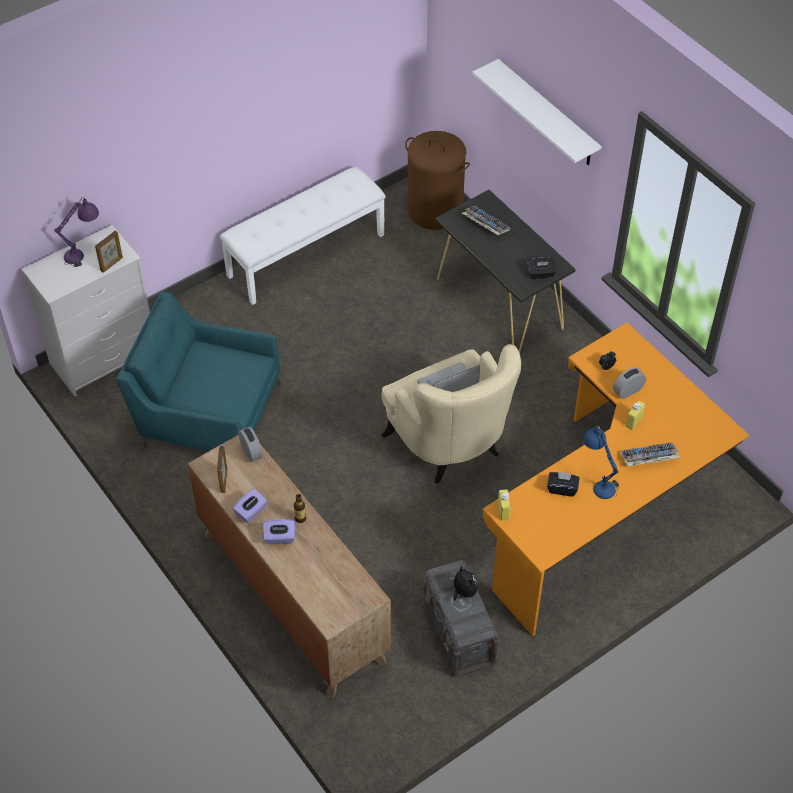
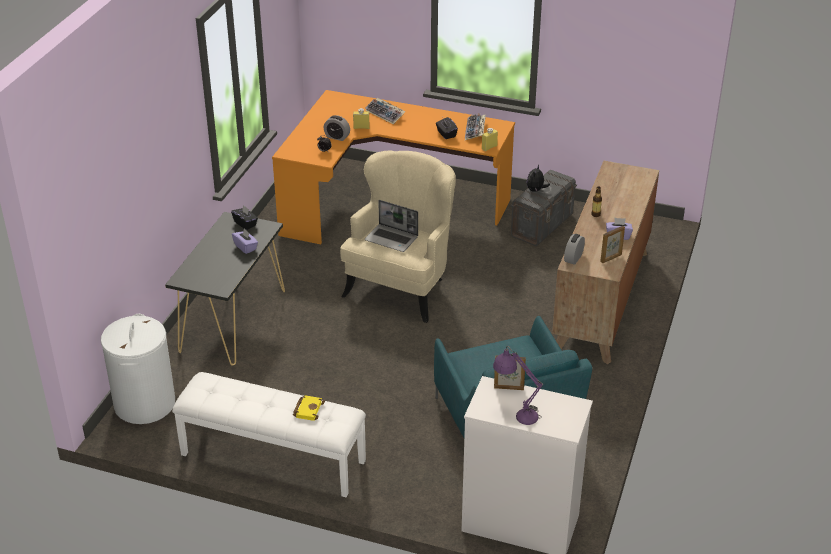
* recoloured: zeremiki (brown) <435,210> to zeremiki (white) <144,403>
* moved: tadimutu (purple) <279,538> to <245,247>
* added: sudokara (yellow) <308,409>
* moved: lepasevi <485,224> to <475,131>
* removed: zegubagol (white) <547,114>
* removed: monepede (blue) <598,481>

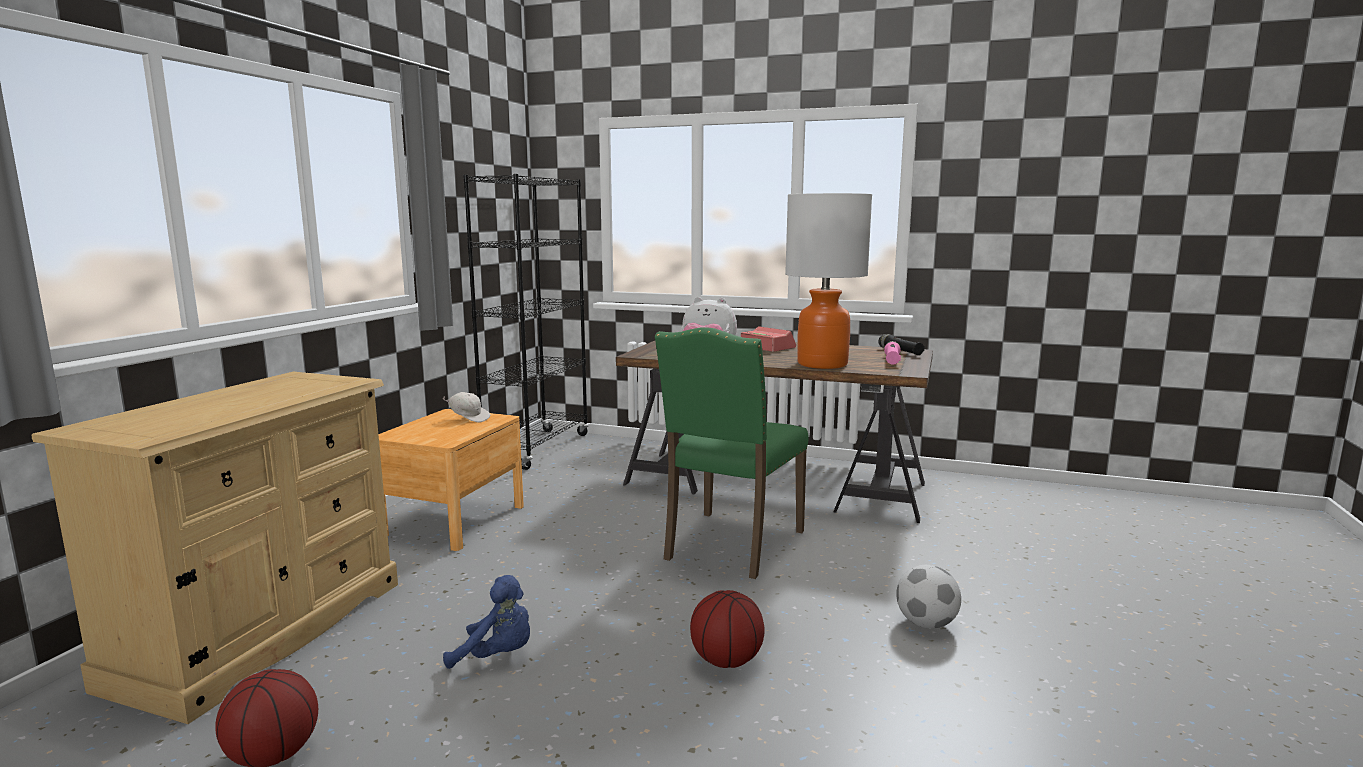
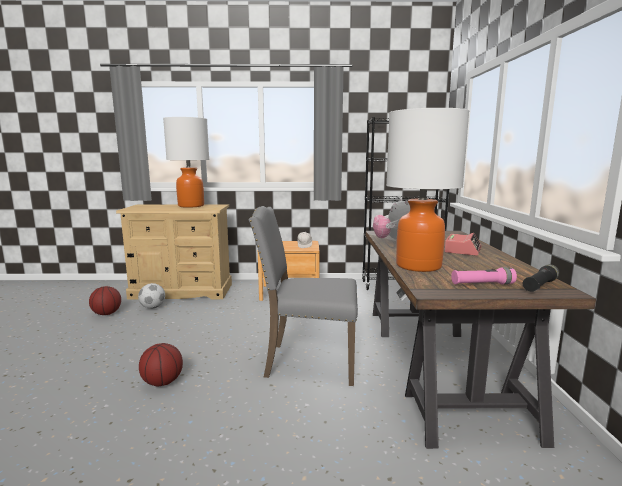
* moved: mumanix <925,624> to <153,307>
* added: monepede <191,206>
* recoloured: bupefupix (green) <731,545> to bupefupix (grey) <308,362>
* removed: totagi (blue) <497,656>

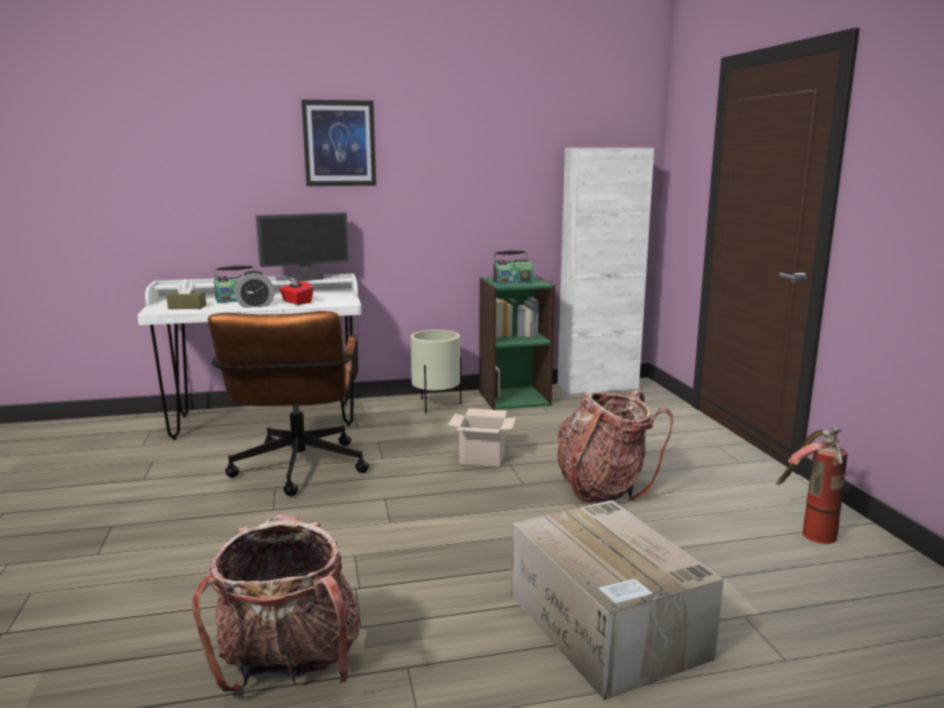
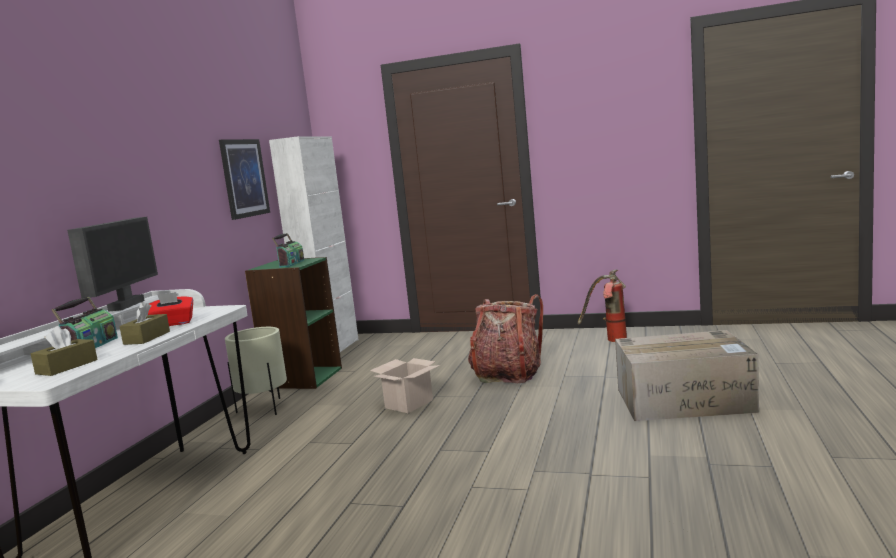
* replaced: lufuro <255,305> to tadimutu (brown) <147,338>
* moved: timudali <339,143> to <244,178>
* removed: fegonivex <289,666>
* removed: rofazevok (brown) <297,472>

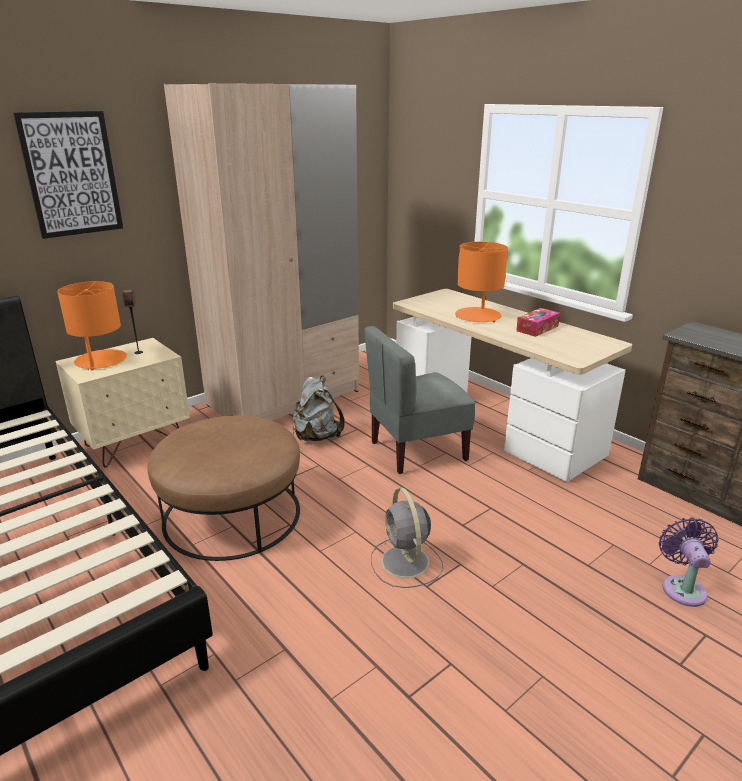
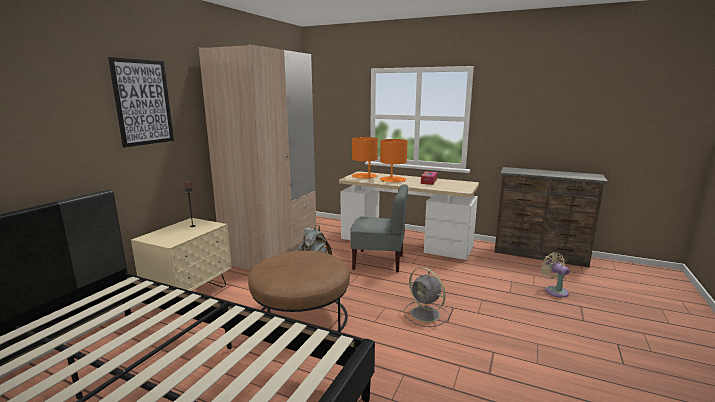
* turned: bupefupix (grey) <417,450> = <379,262> 120 degrees counterclockwise
* moved: monepede (orange) <100,361> to <364,176>
* recoloured: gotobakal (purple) <682,587> to gotobakal (beige) <554,290>

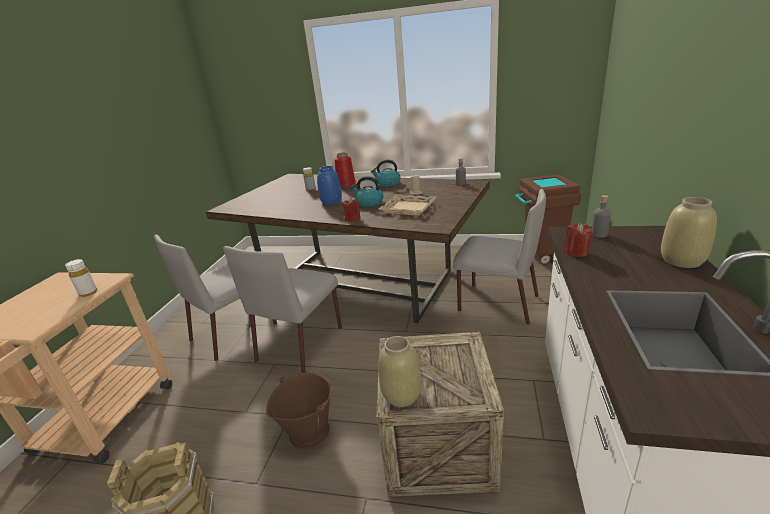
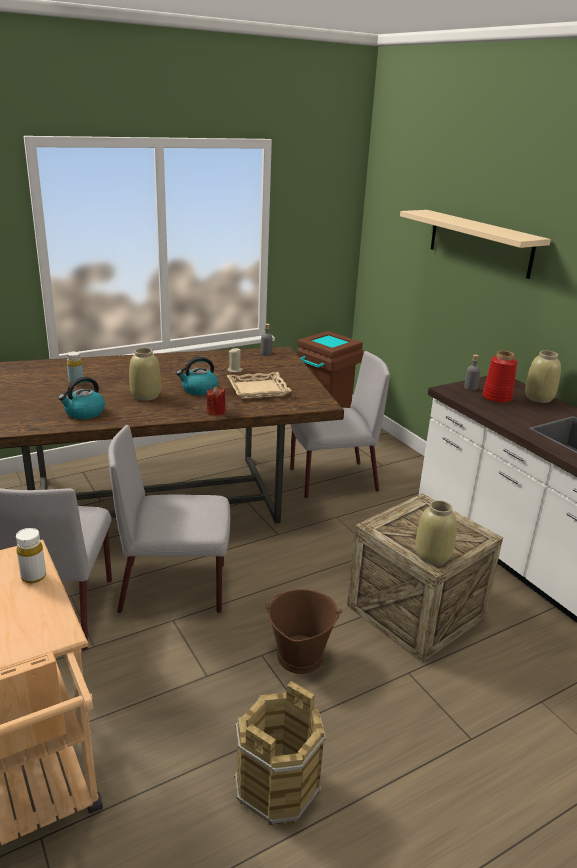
* moved: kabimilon <387,183> to <84,413>
* turned: bupefupix (grey) <301,343> = <175,588> 105 degrees clockwise
* recoloured: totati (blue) <331,202> to totati (beige) <145,396>
* added: zegubagol (beige) <480,243>
* moved: totati (red) <346,184> to <497,398>
* removed: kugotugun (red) <576,252>

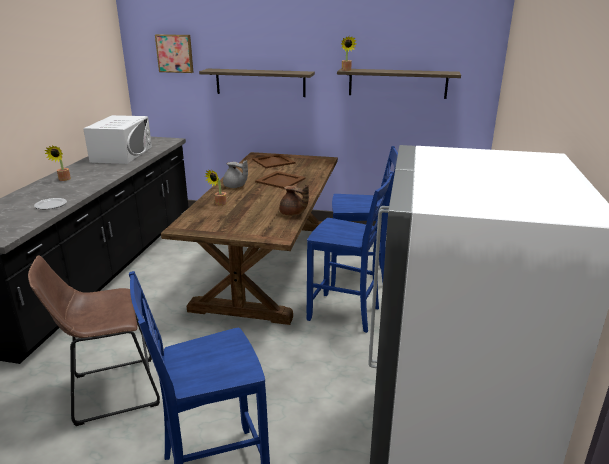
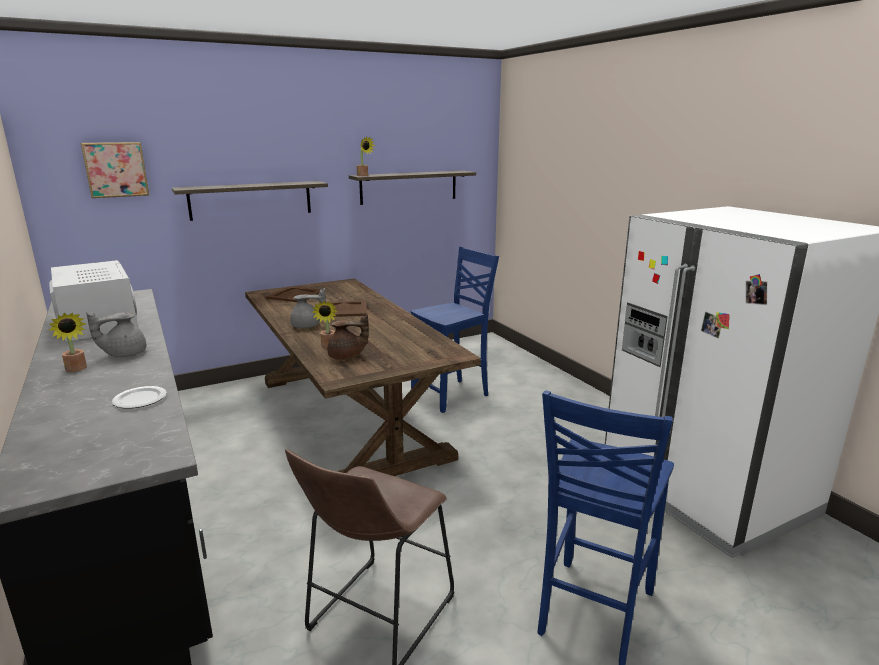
* added: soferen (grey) <124,354>
* moved: soferen (brown) <293,214> to <347,357>
* removed: bupefupix (blue) <345,314>

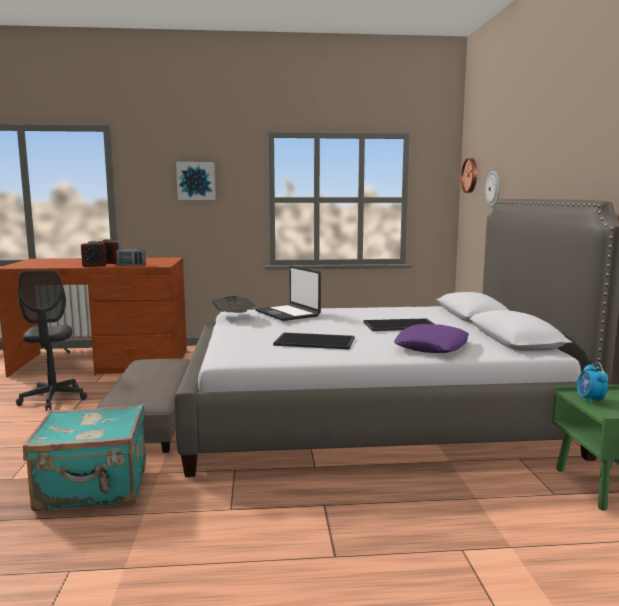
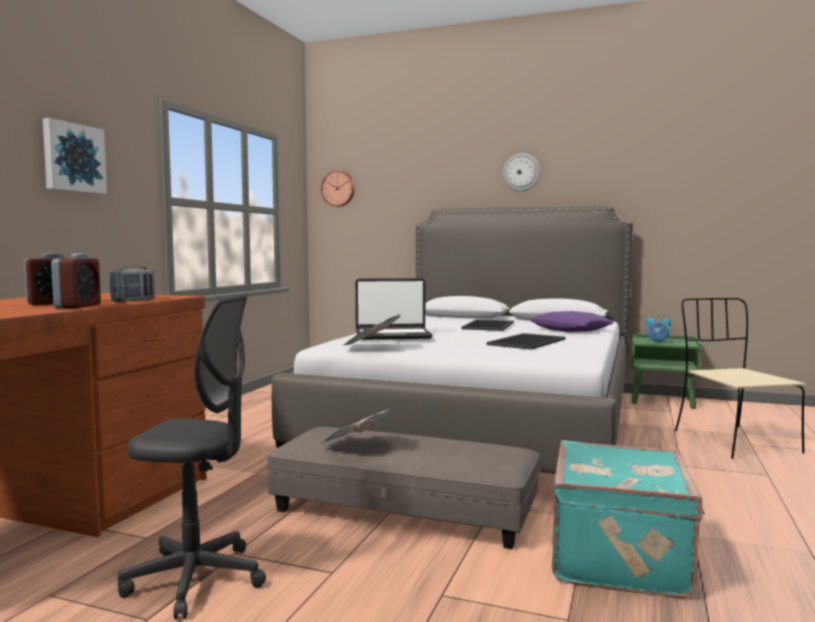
* added: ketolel <357,446>
* moved: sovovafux <493,189> to <521,172>
* added: bupefupix (beige) <733,441>

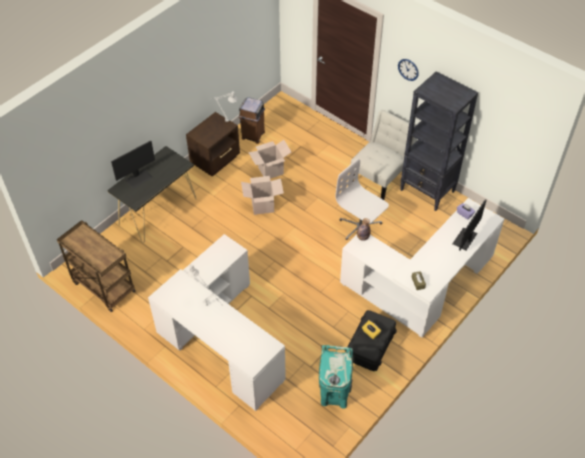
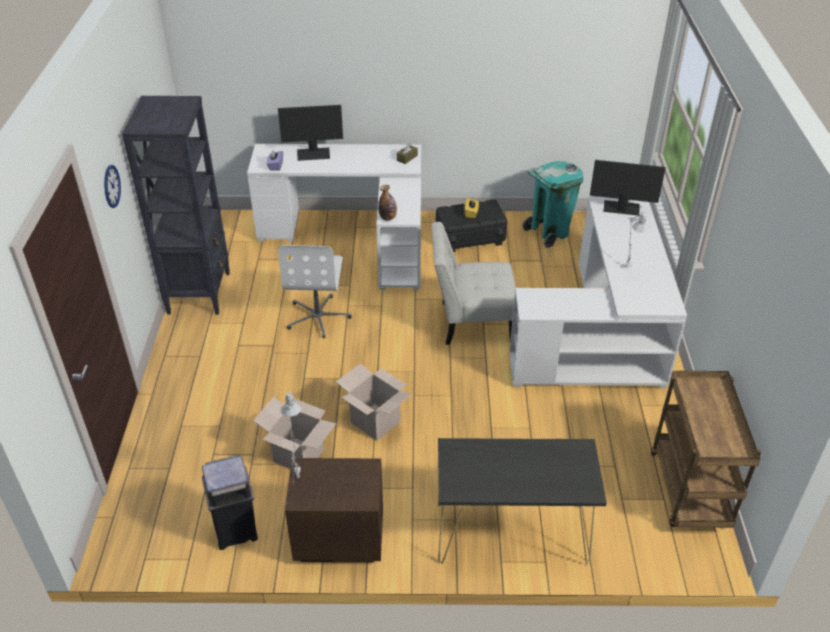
* moved: bupefupix (white) <380,177> to <471,322>
* moved: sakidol <139,178> to <621,208>

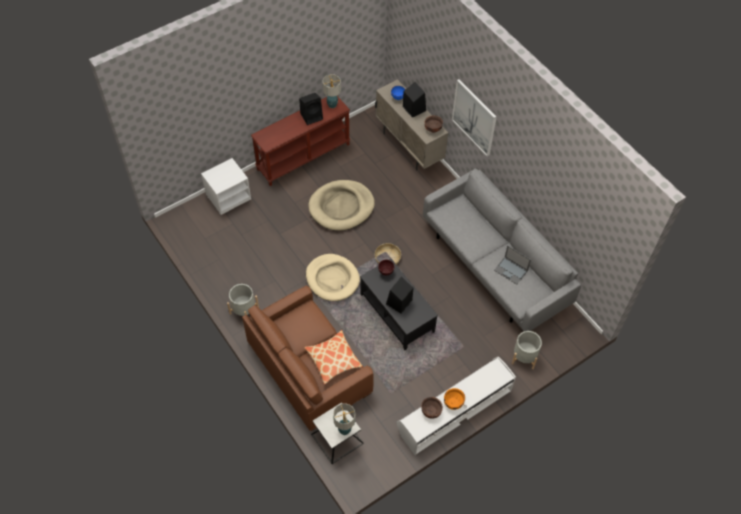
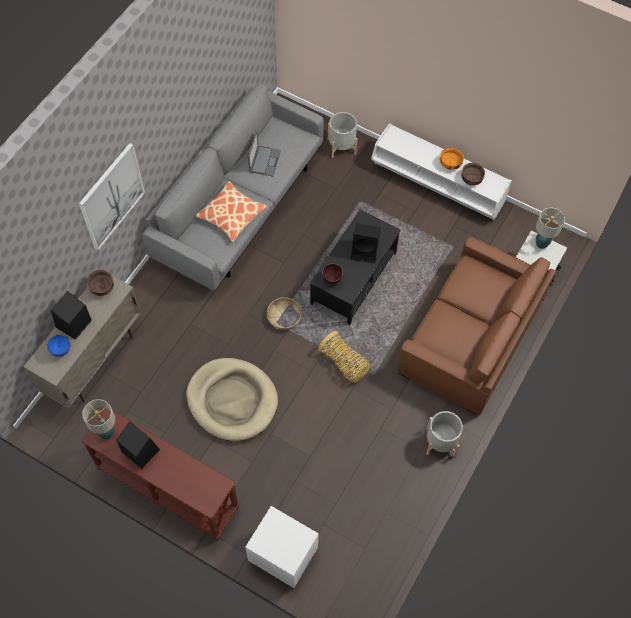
* moved: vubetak <333,359> to <231,215>
* replaced: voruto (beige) <332,279> to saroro <344,363>

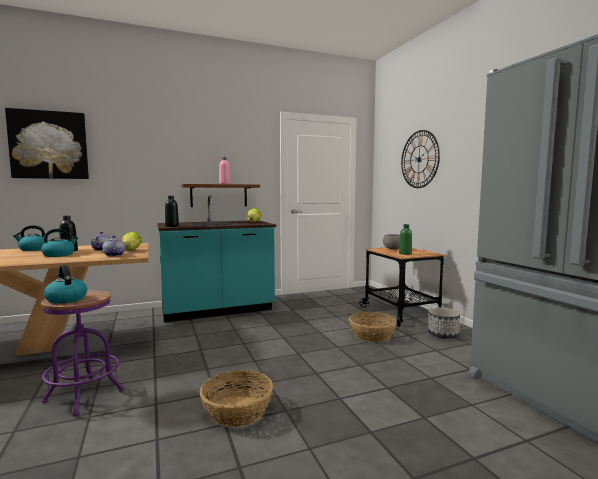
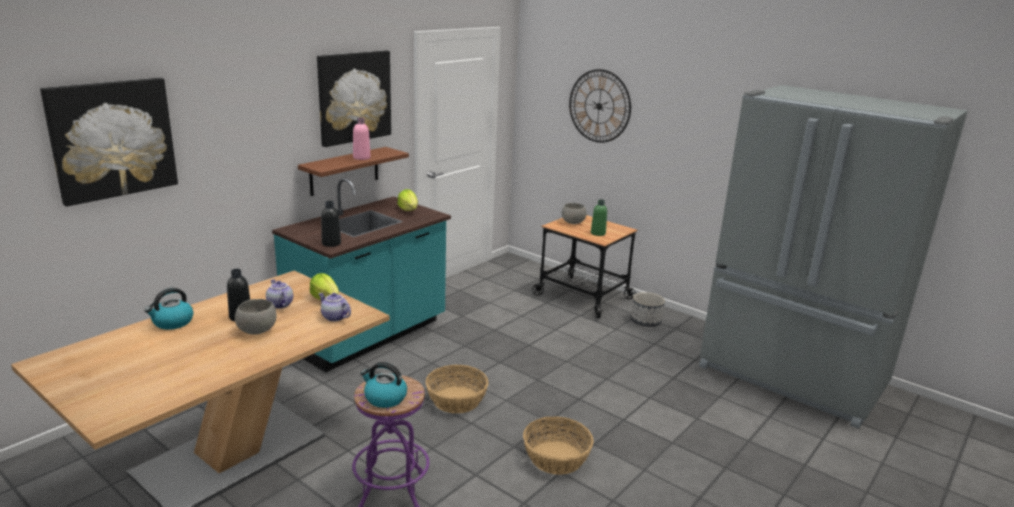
* replaced: kabimilon <59,255> to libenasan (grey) <256,331>
* added: timudali <354,97>
* moved: saroro <372,335> to <457,400>

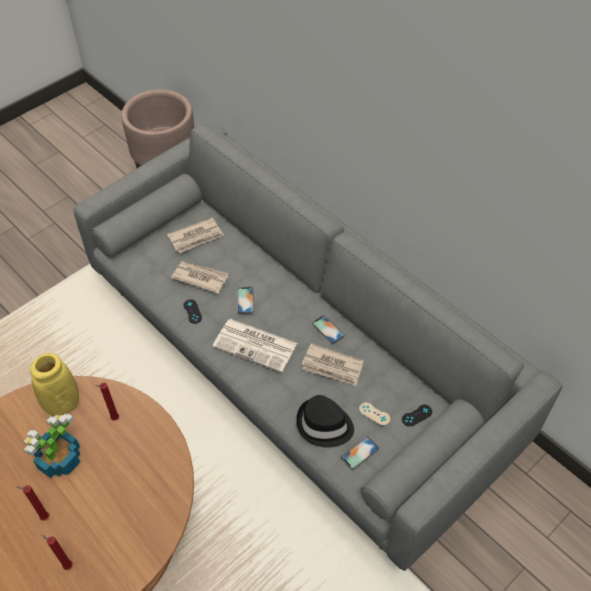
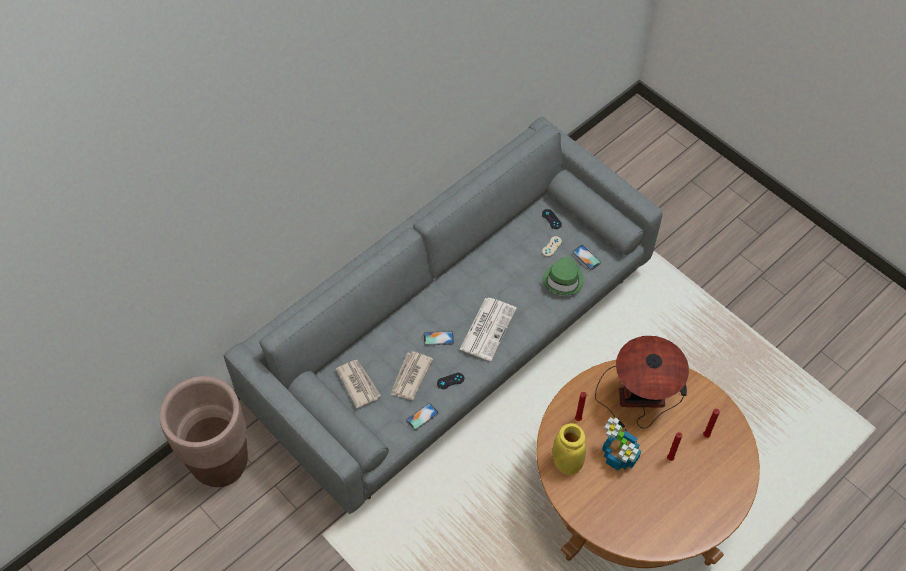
* moved: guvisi <328,329> to <422,417>
* recoloured: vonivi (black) <324,425> to vonivi (green) <563,279>
* added: monepede <640,396>
* removed: ketolel <332,367>

